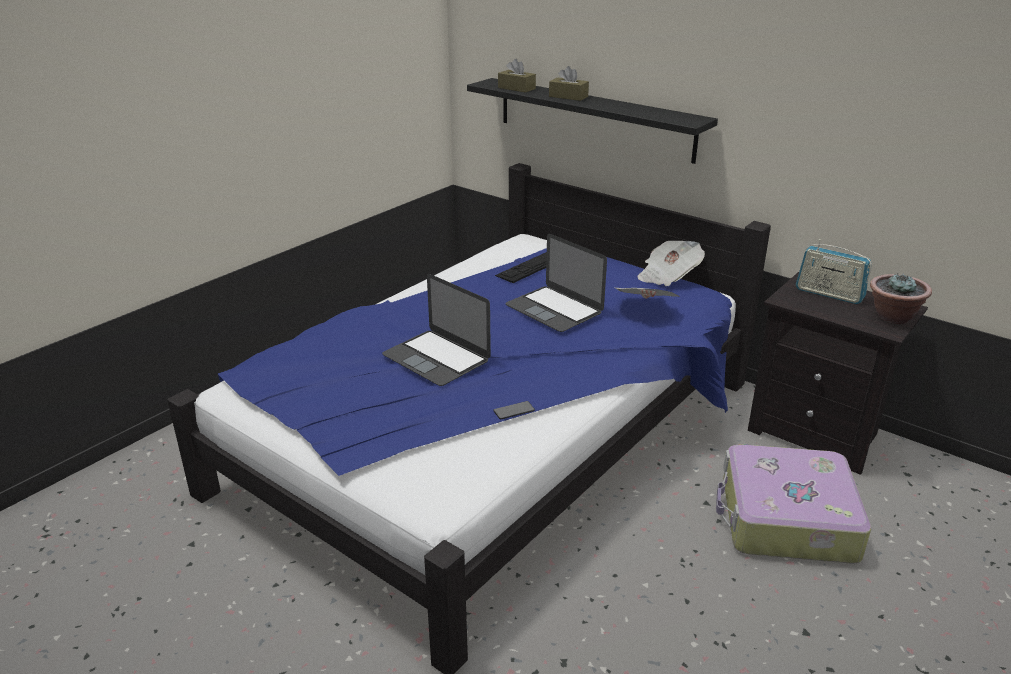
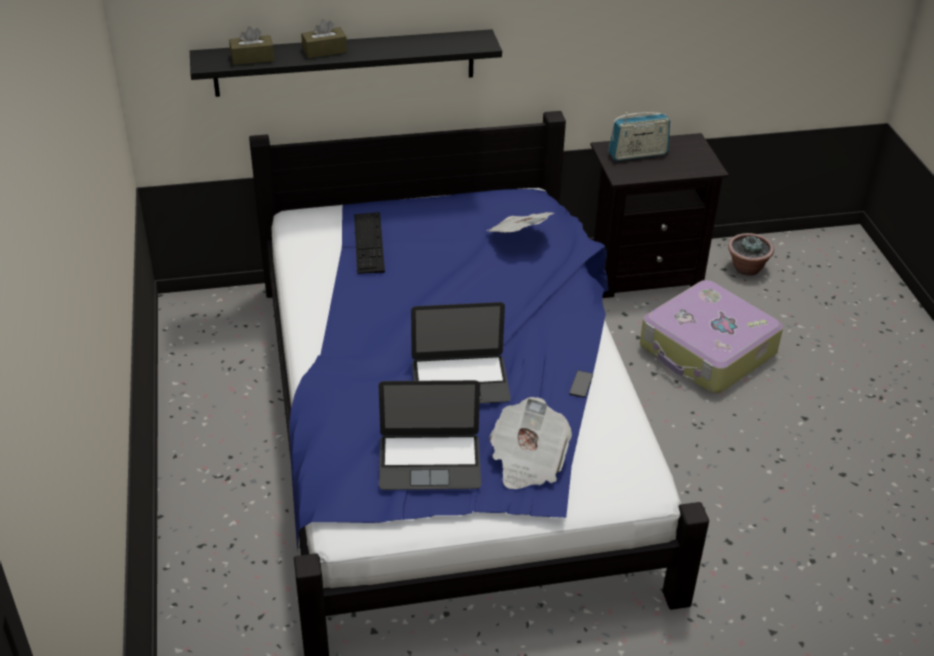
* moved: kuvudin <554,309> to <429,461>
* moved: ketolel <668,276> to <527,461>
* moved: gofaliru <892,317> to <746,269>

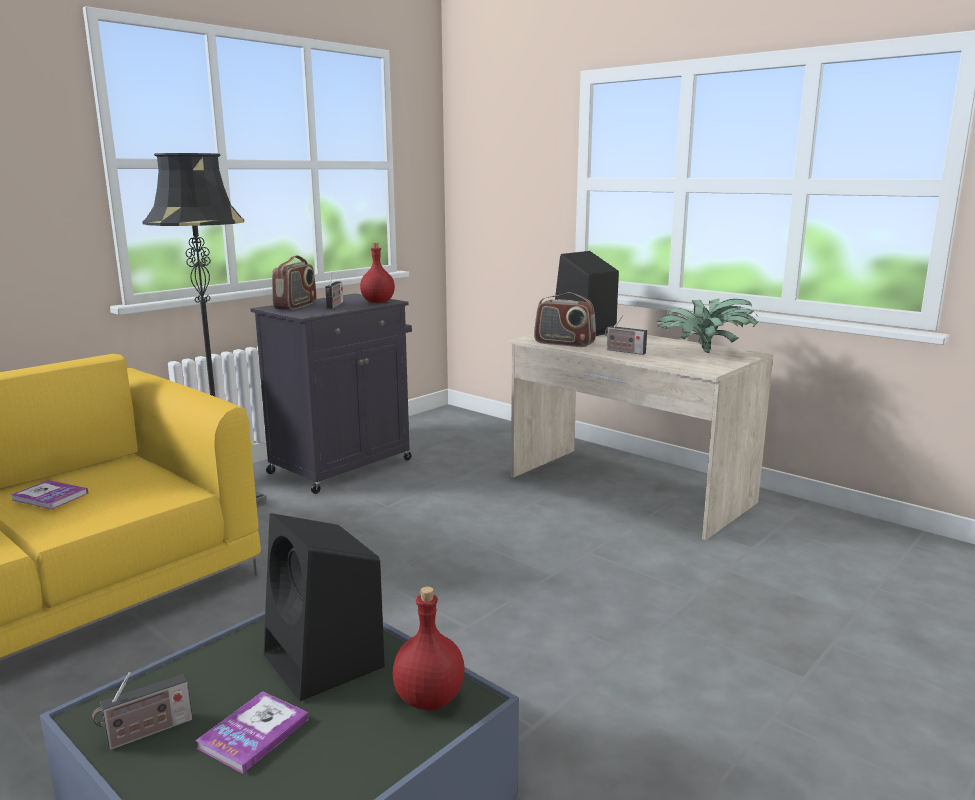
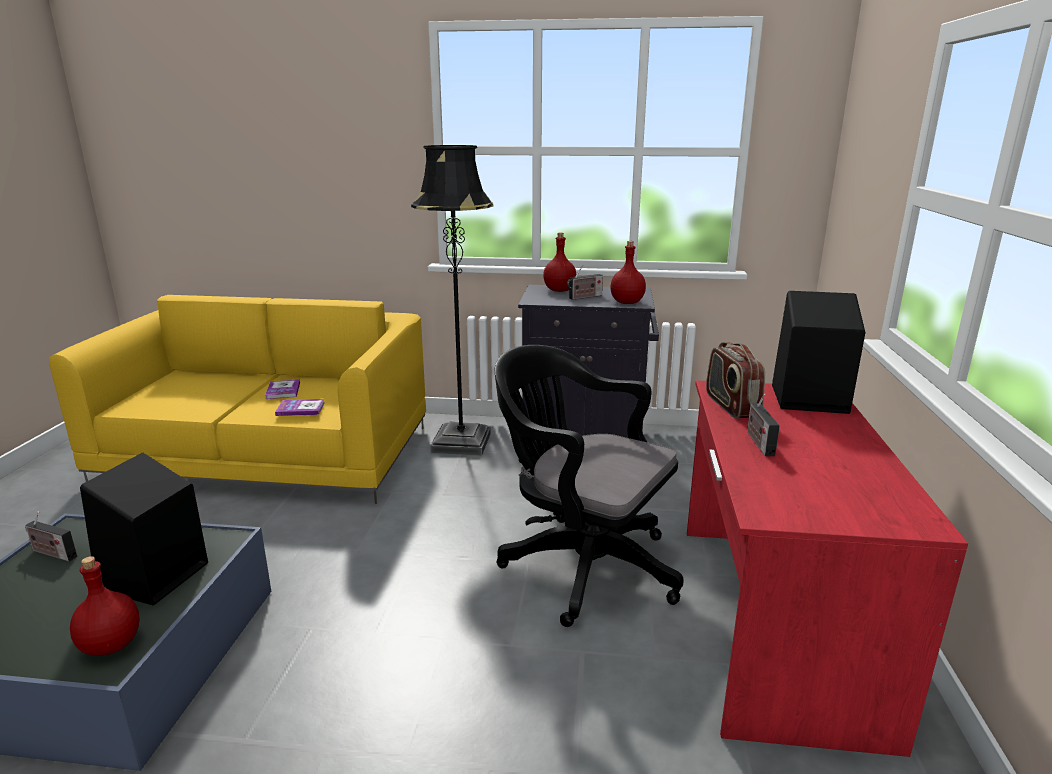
* moved: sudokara <253,733> to <300,409>
* added: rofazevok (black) <581,564>
* replaced: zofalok <296,306> to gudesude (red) <559,290>
* recoloured: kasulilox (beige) <628,489> to kasulilox (red) <771,621>
* removed: gofaliru <703,354>

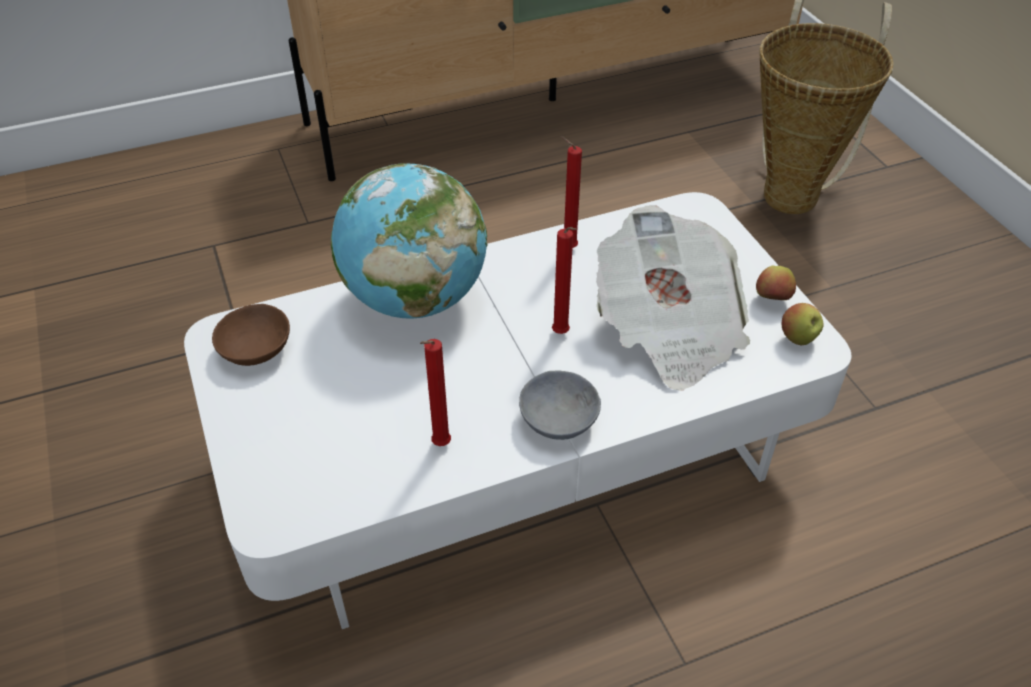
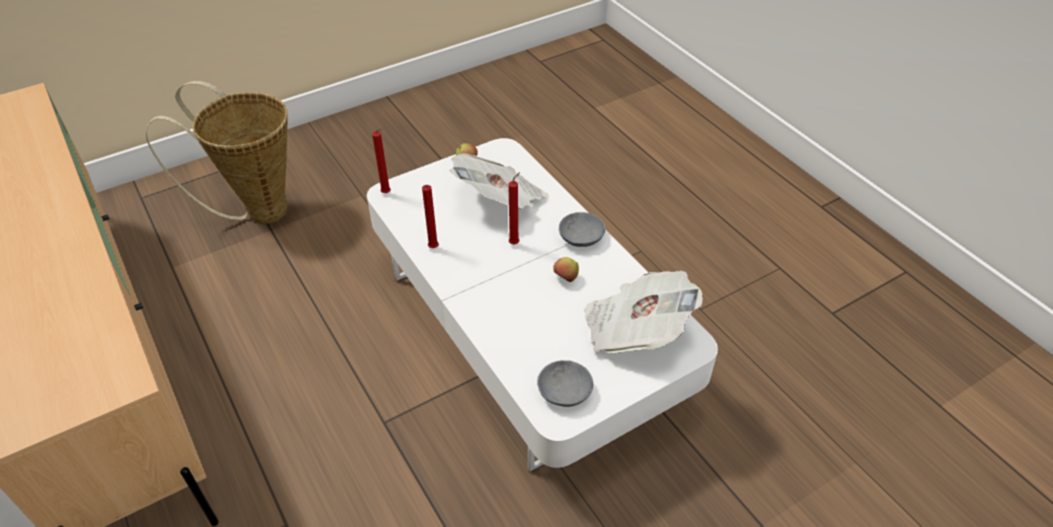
* moved: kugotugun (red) <439,445> to <387,193>
* recoloured: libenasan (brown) <254,347> to libenasan (grey) <563,393>
* moved: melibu <798,338> to <565,278>
* added: ketolel <635,330>
* removed: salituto <415,298>

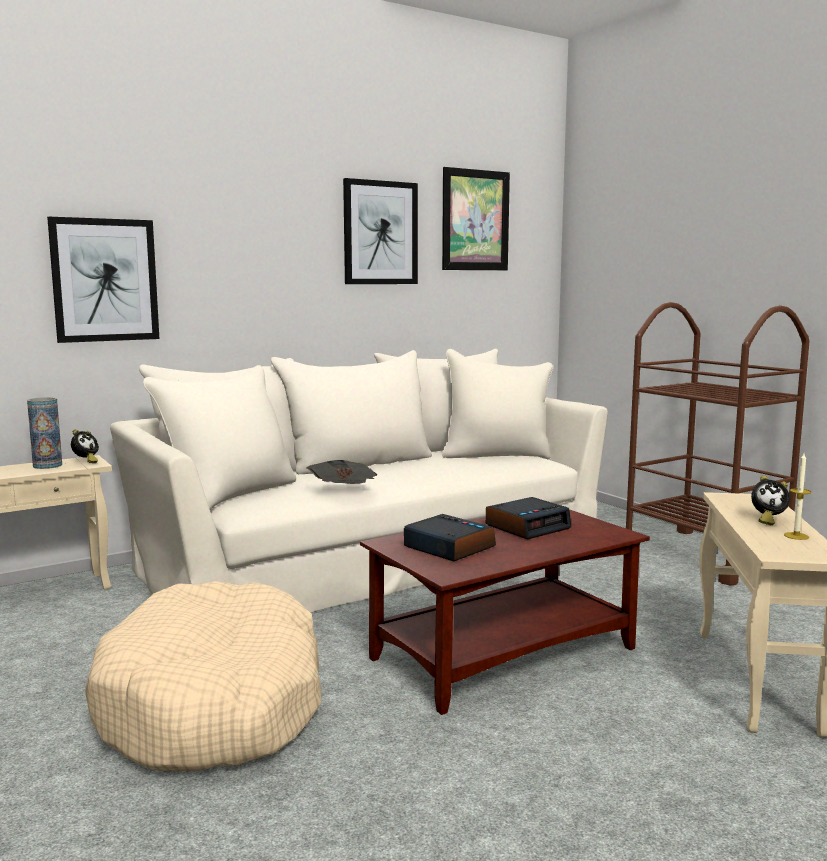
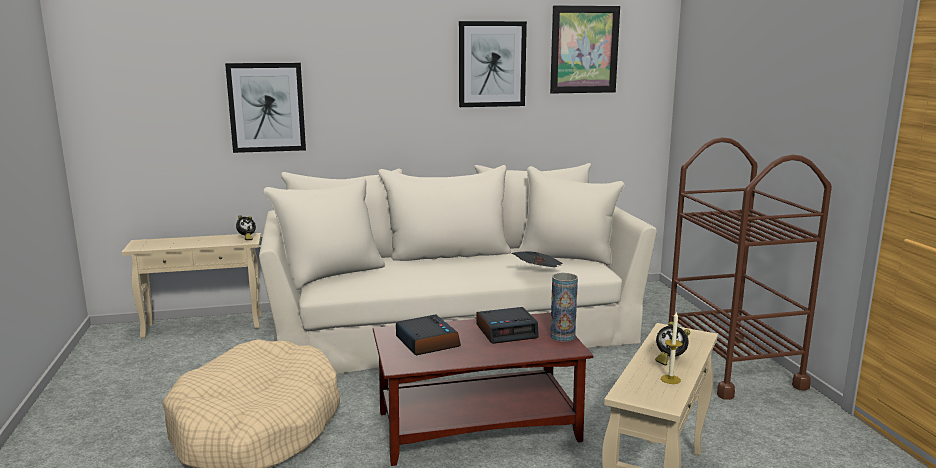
* moved: ketolel <344,492> to <538,273>
* moved: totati <47,465> to <562,336>

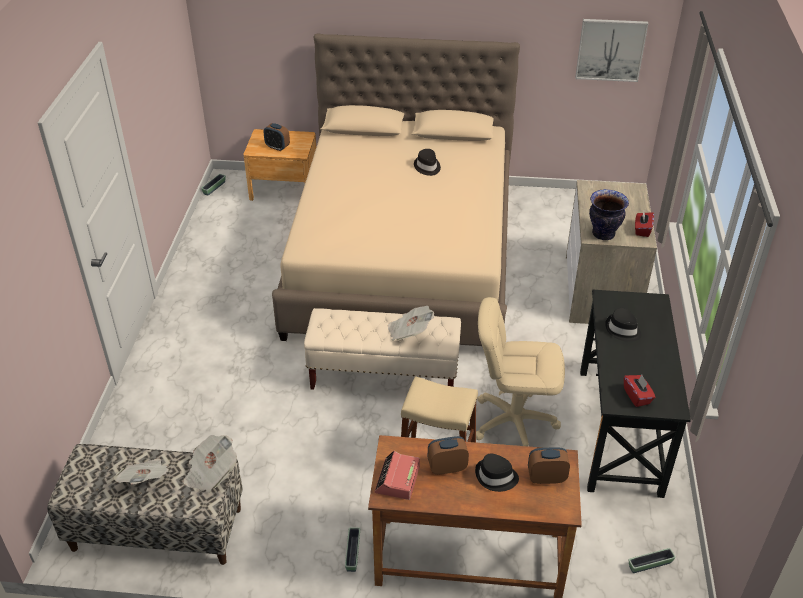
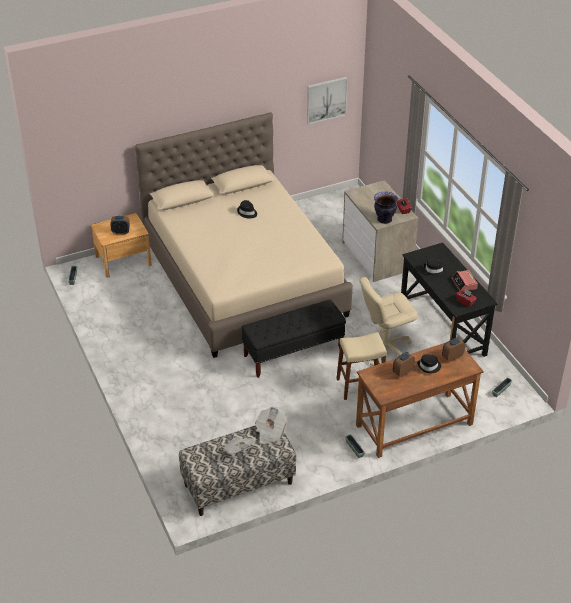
* recoloured: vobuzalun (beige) <384,376> to vobuzalun (black) <293,353>
* moved: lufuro <397,480> to <464,284>
* removed: ketolel <409,332>

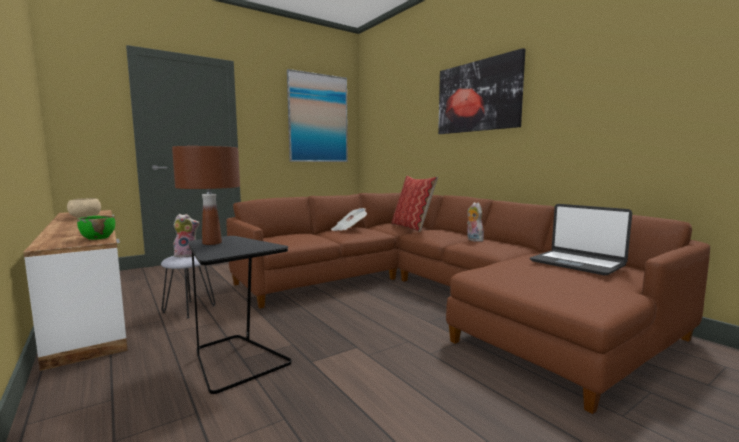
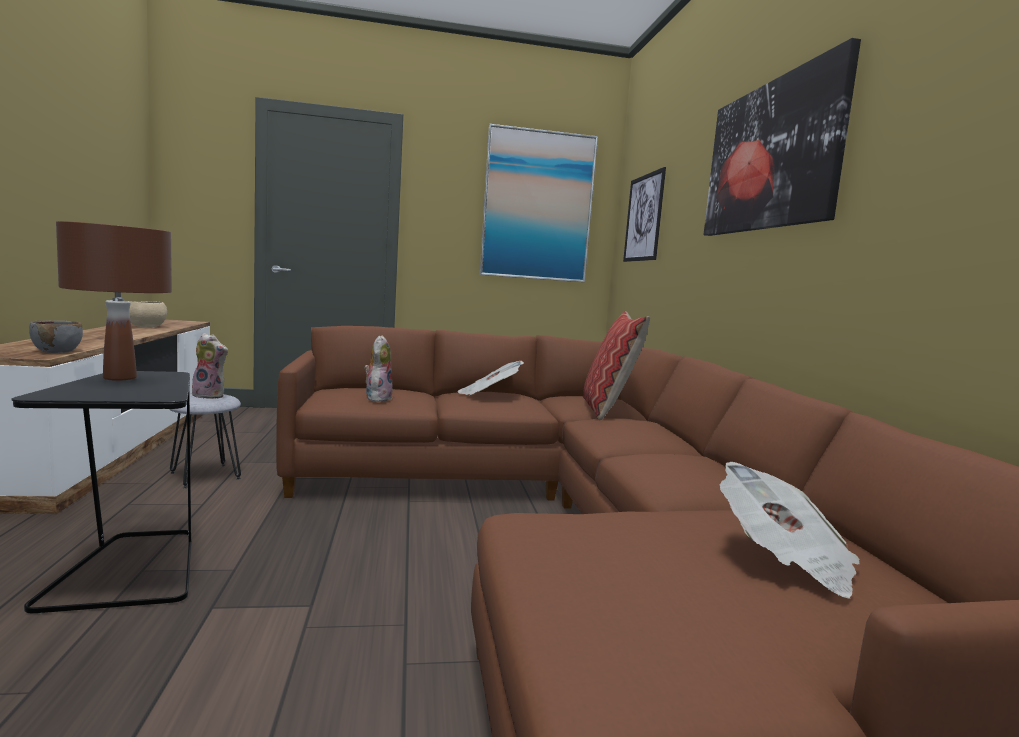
* recoloured: libenasan (green) <98,237> to libenasan (grey) <57,351>
* moved: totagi <473,240> to <377,398>
* added: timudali <643,218>
* replaced: kuvudin <577,263> to ketolel <784,561>

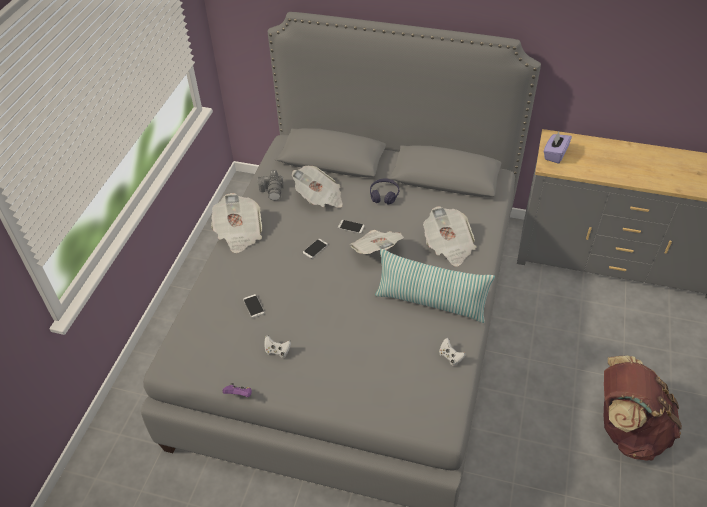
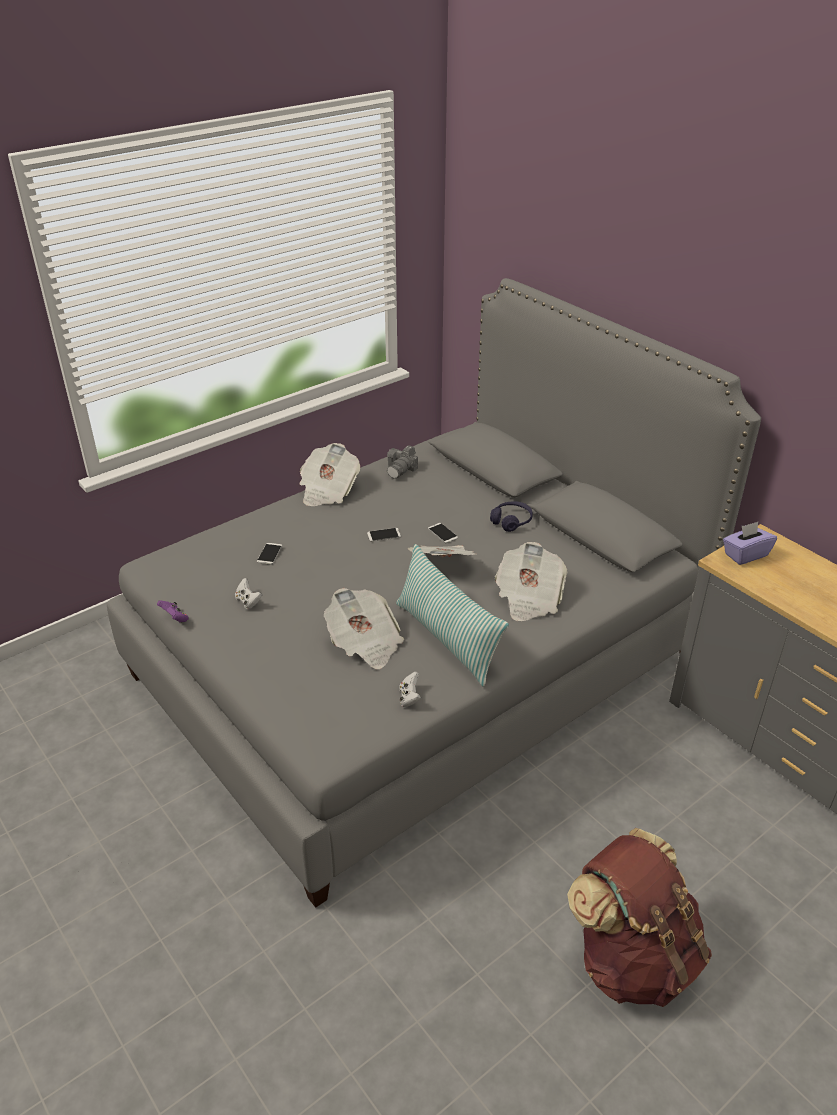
* moved: ketolel <319,198> to <365,643>

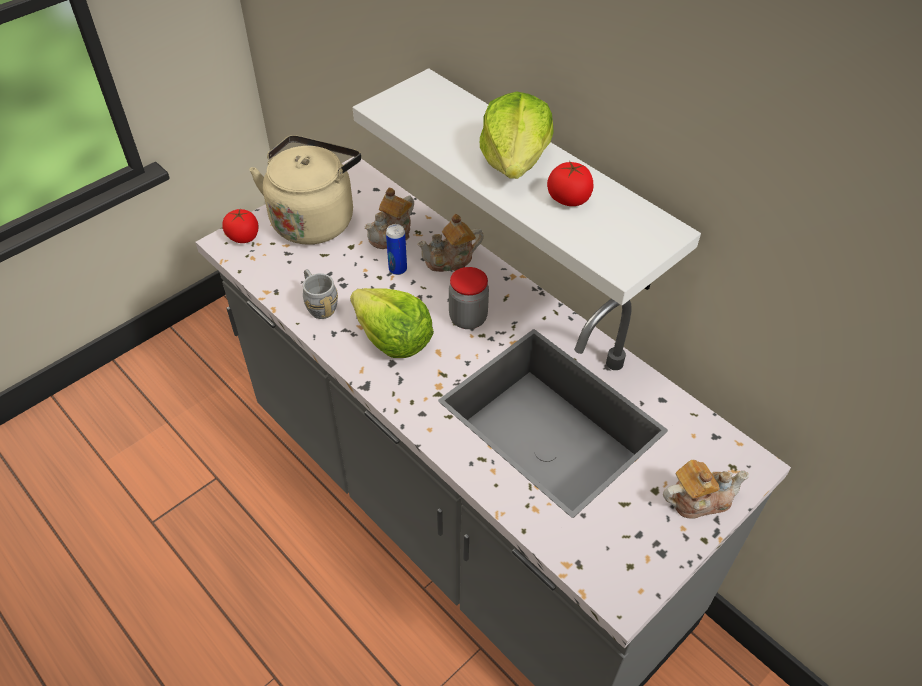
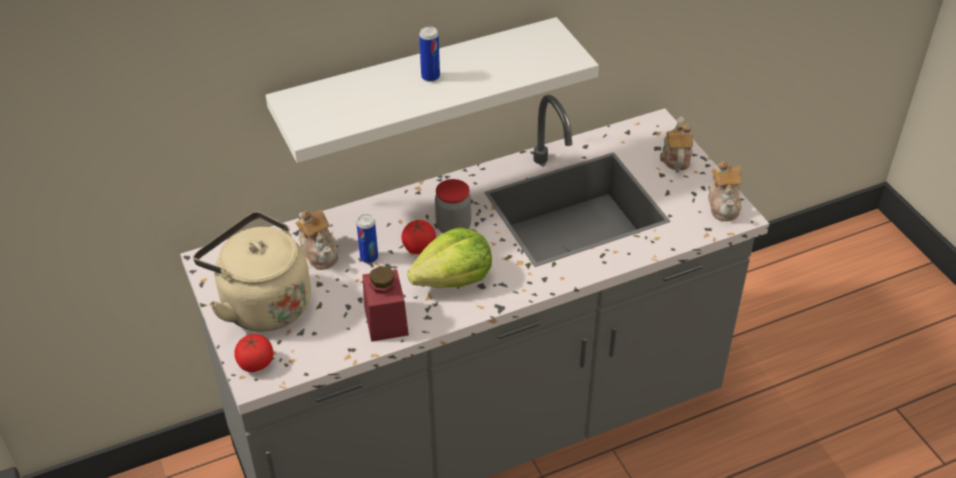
* replaced: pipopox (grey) <319,304> to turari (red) <386,321>
* moved: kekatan <568,199> to <419,247>
* replaced: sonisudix <515,161> to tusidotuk <430,77>
* moved: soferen <450,260> to <724,204>

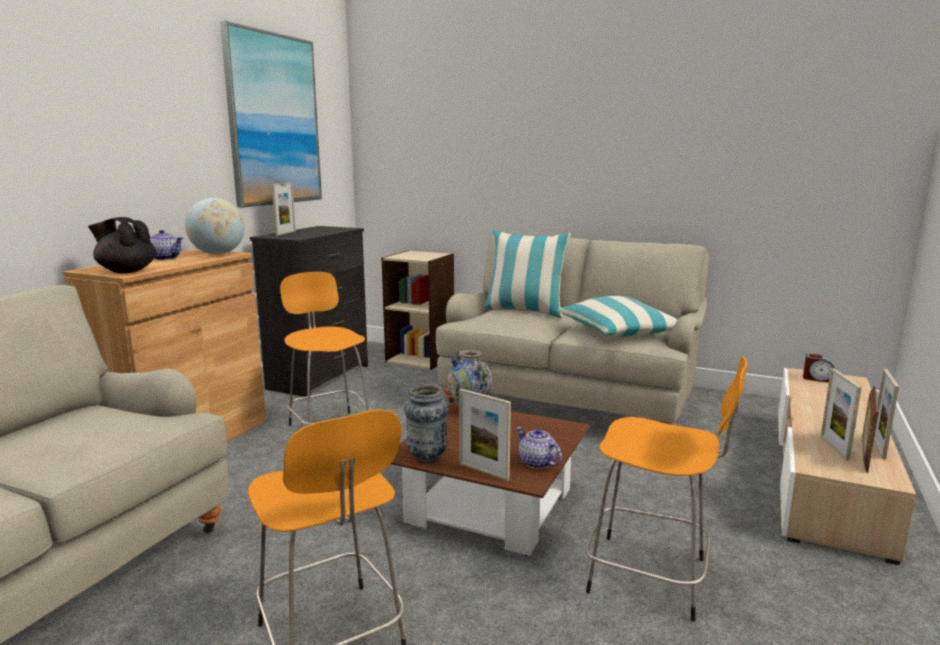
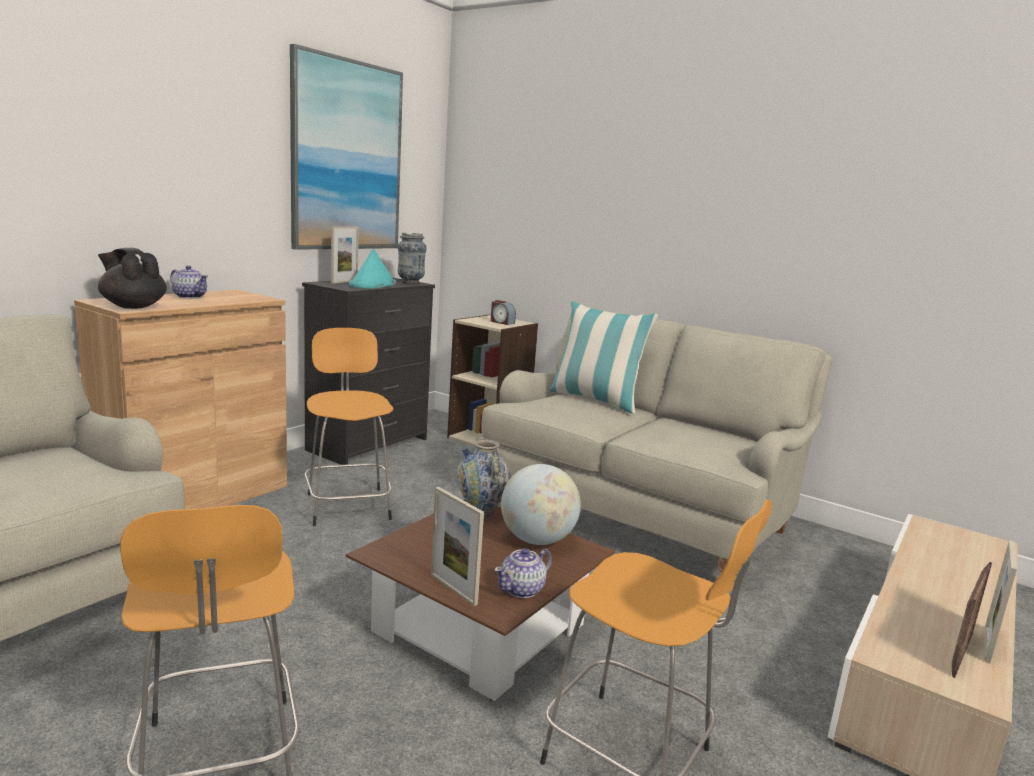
* added: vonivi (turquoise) <372,285>
* moved: totati <427,457> to <410,282>
* moved: lufuro <817,379> to <502,322>
* turned: soferen <537,463> = <522,590> 105 degrees counterclockwise
* moved: salituto <218,254> to <537,540>
* removed: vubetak <620,332>
* removed: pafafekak <834,447>

